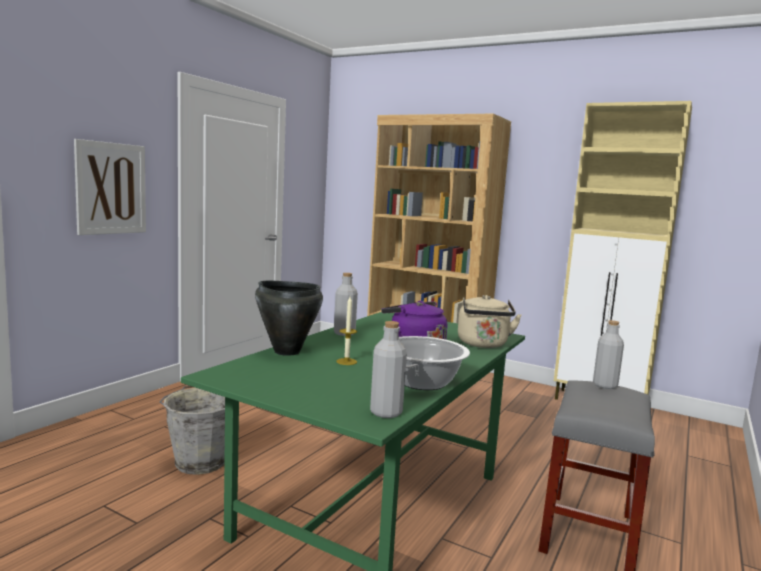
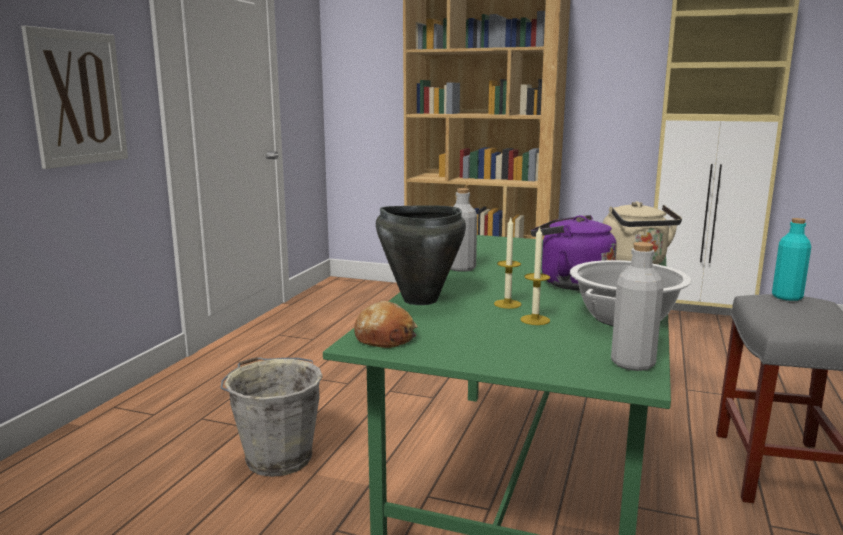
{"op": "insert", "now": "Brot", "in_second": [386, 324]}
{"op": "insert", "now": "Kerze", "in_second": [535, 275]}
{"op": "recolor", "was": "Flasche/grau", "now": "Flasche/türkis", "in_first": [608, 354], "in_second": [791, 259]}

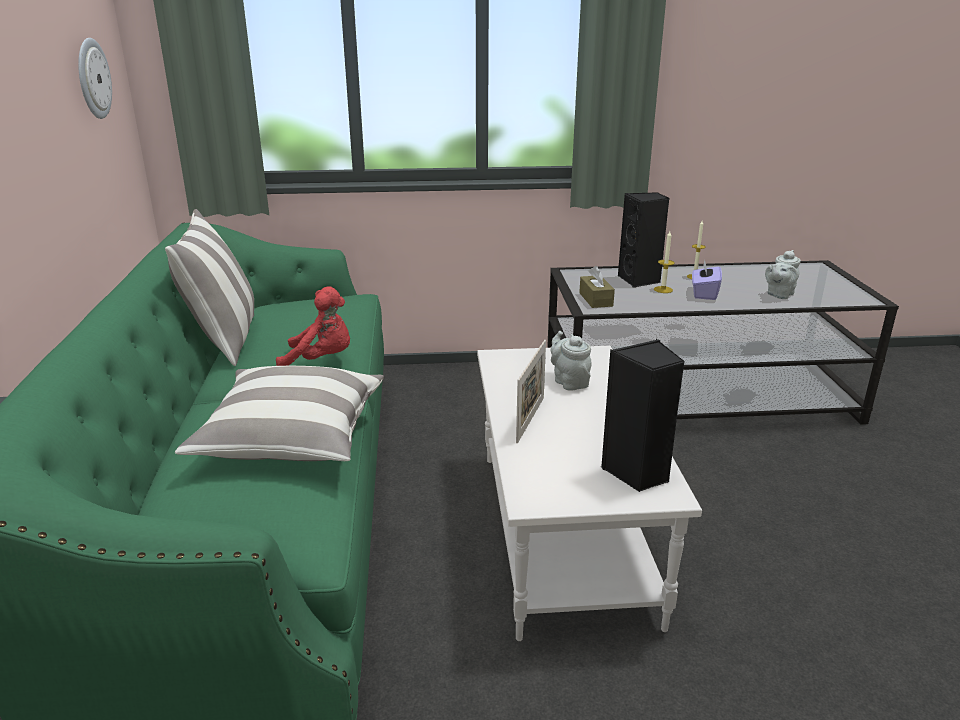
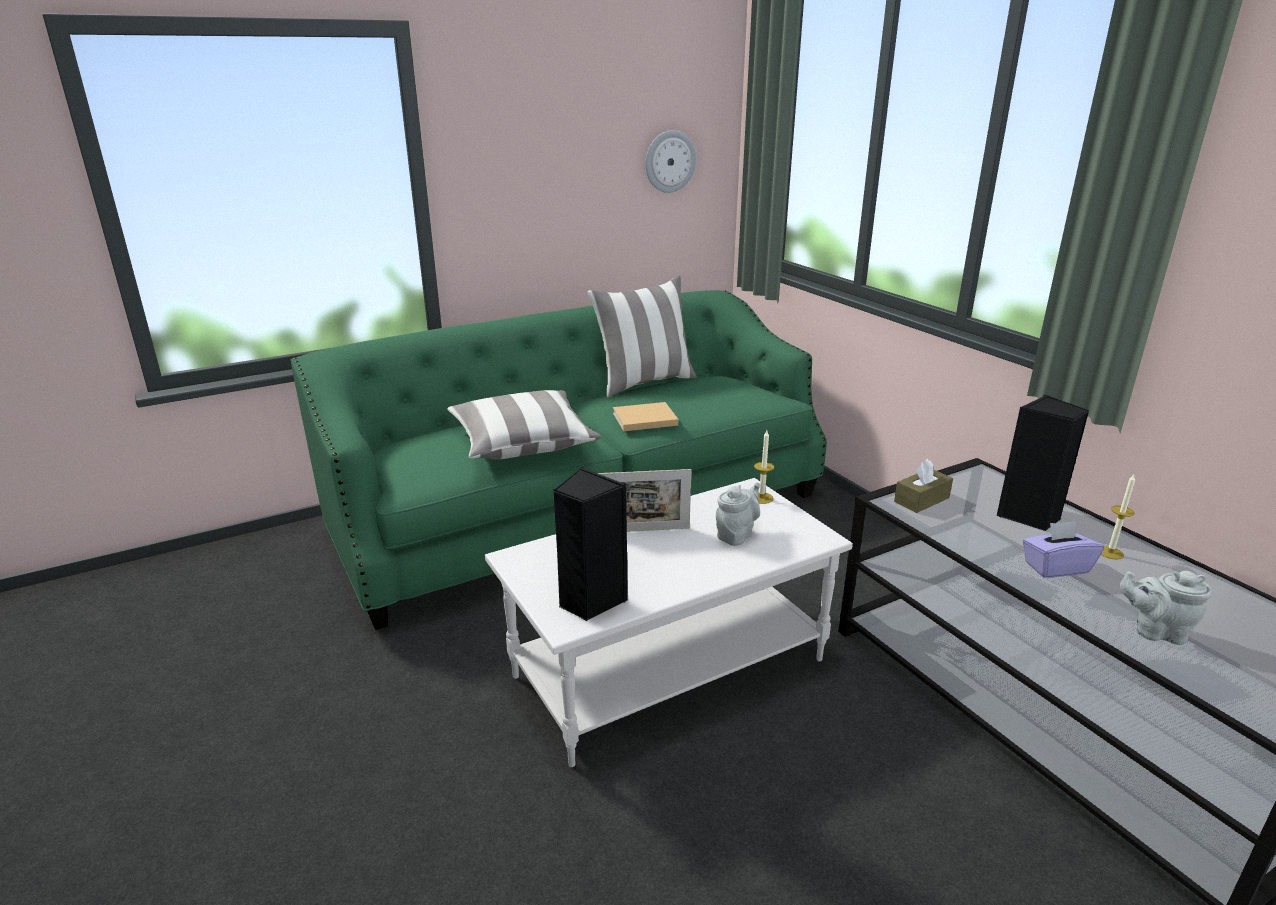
{"op": "move", "was": "Kerze", "in_first": [664, 262], "in_second": [764, 467]}
{"op": "replace", "was": "Plüschtier/rot", "now": "Buch/beige", "in_first": [313, 326], "in_second": [645, 416]}

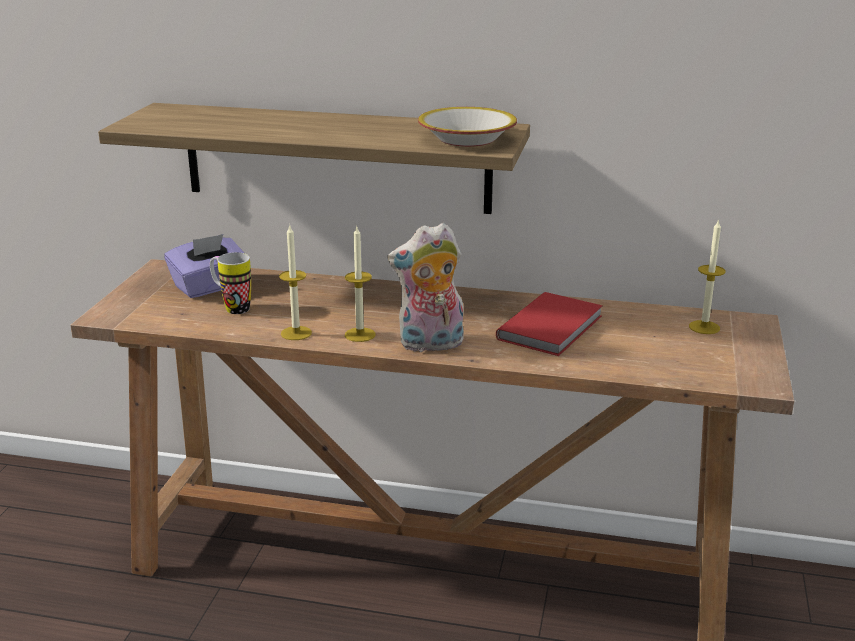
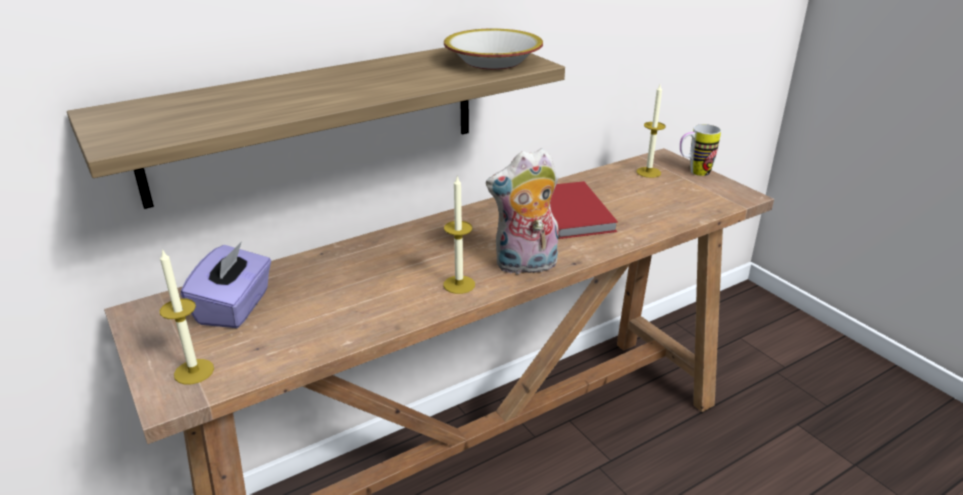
{"op": "move", "was": "Henkelbecher", "in_first": [230, 283], "in_second": [700, 150]}
{"op": "move", "was": "Kerze", "in_first": [295, 282], "in_second": [186, 317]}
{"op": "rotate", "was": "Plüschtier", "in_first": [425, 287], "in_second": [522, 211], "clockwise": 45}

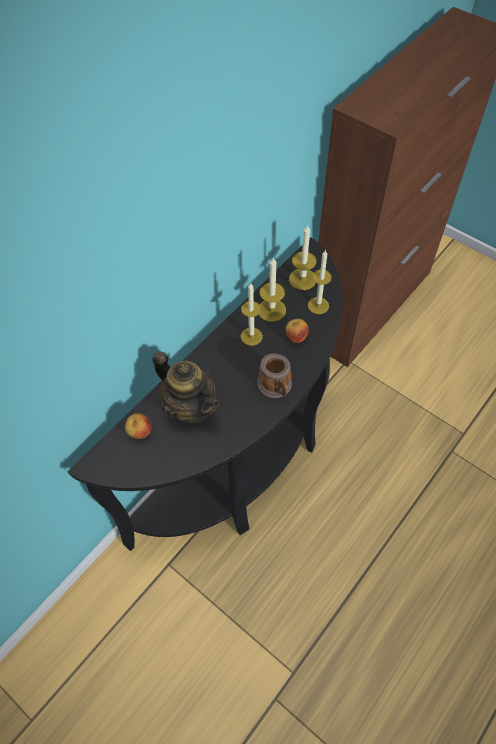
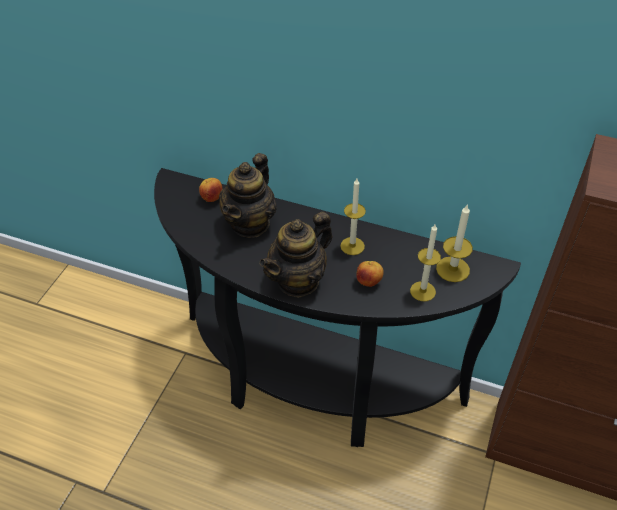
{"op": "delete", "was": "Kerze", "in_first": [272, 290]}
{"op": "replace", "was": "Henkelbecher", "now": "Teekanne", "in_first": [274, 375], "in_second": [296, 255]}

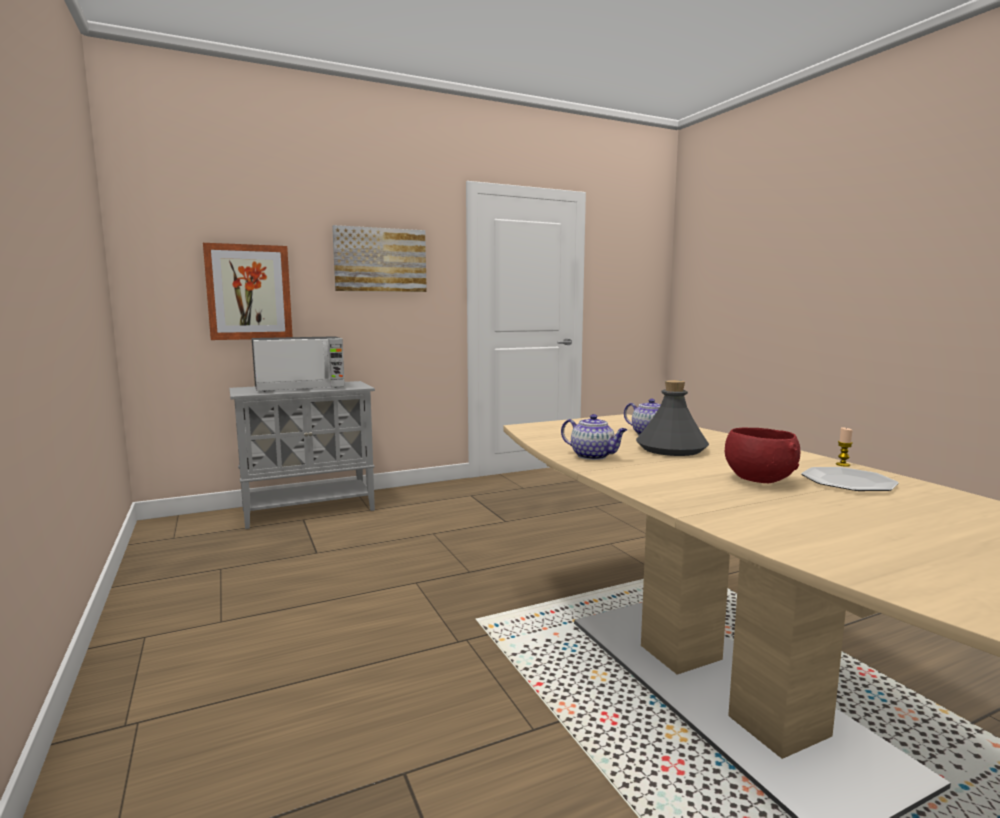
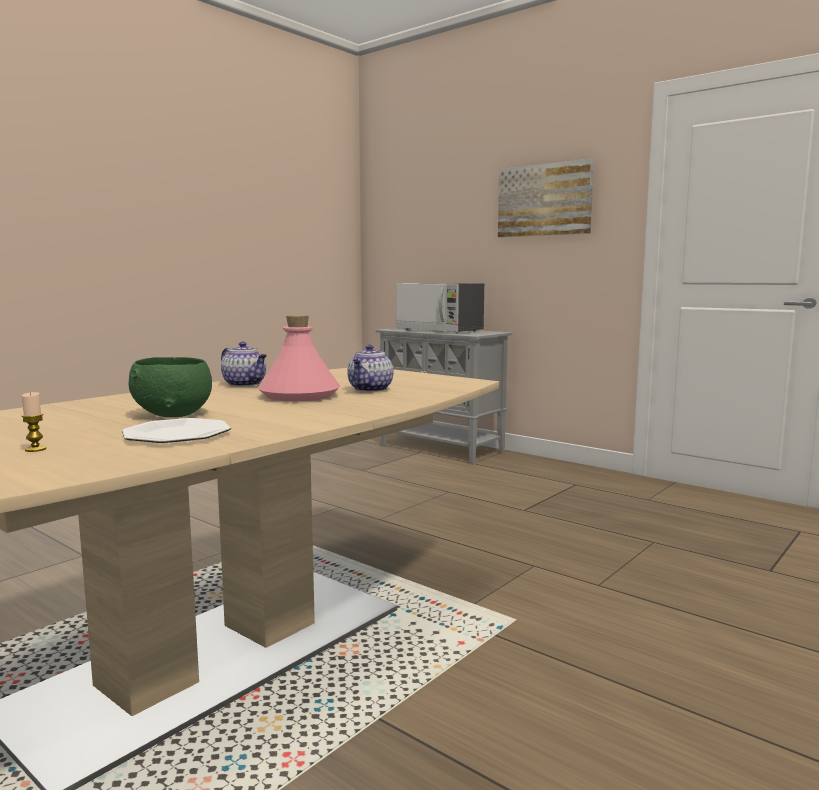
{"op": "delete", "was": "Bild", "in_first": [248, 291]}
{"op": "move", "was": "Kerze", "in_first": [844, 447], "in_second": [33, 422]}
{"op": "recolor", "was": "Flasche/grau", "now": "Flasche/rosa", "in_first": [672, 418], "in_second": [299, 358]}
{"op": "recolor", "was": "Schüssel/rot", "now": "Schüssel/grün", "in_first": [763, 455], "in_second": [170, 387]}
{"op": "rotate", "was": "Teekanne", "in_first": [594, 437], "in_second": [244, 364], "clockwise": -60}

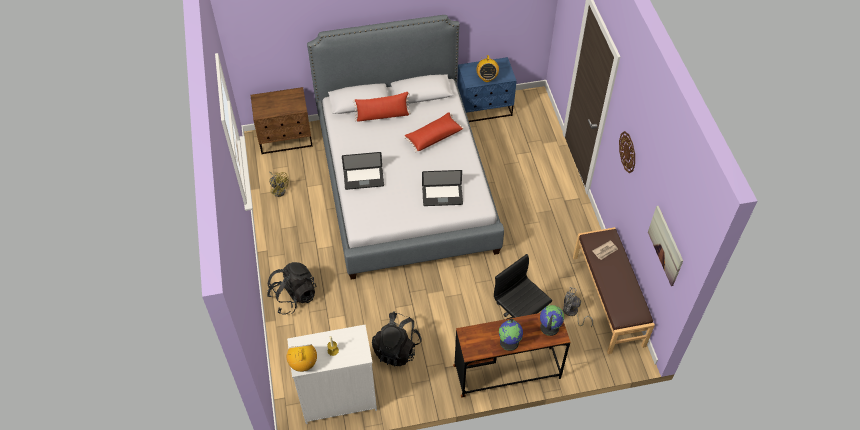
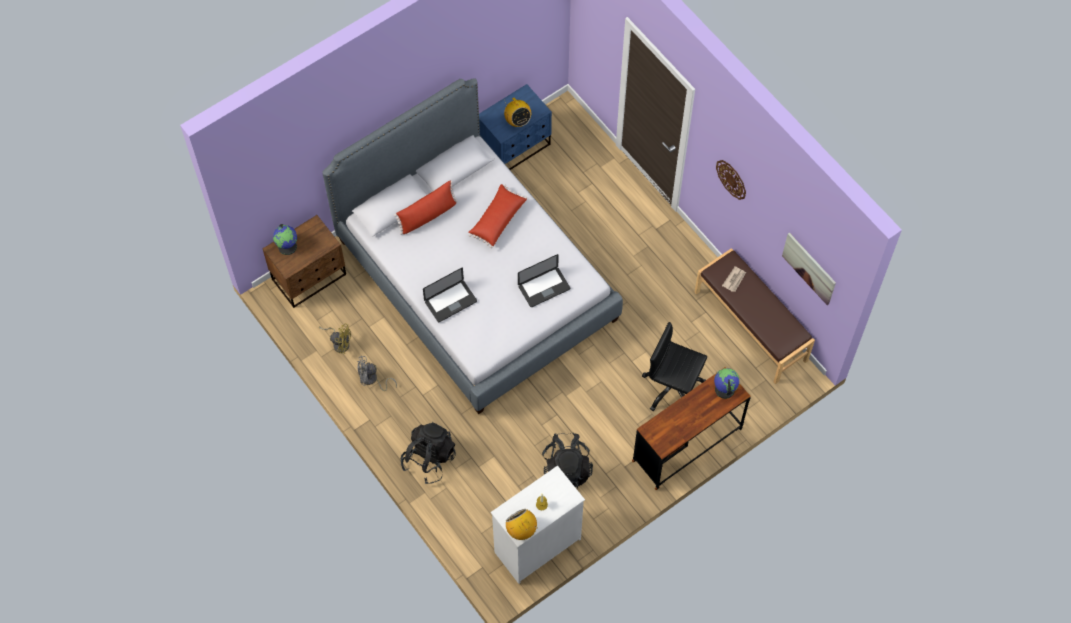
{"op": "move", "was": "Globus", "in_first": [511, 335], "in_second": [285, 239]}
{"op": "move", "was": "Ventilator/grau", "in_first": [578, 307], "in_second": [377, 373]}

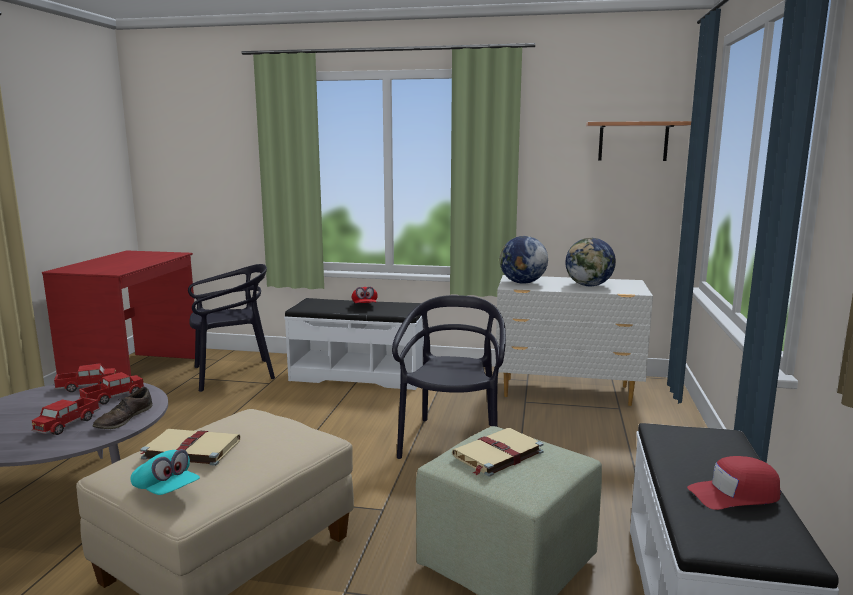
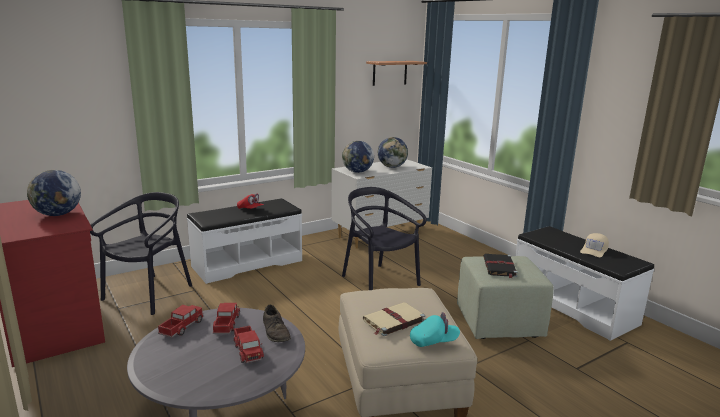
{"op": "insert", "now": "Globus", "in_second": [54, 193]}
{"op": "recolor", "was": "Buch/beige", "now": "Buch/schwarz", "in_first": [498, 452], "in_second": [500, 266]}
{"op": "recolor", "was": "Kappe/rot", "now": "Kappe/beige", "in_first": [734, 483], "in_second": [594, 245]}

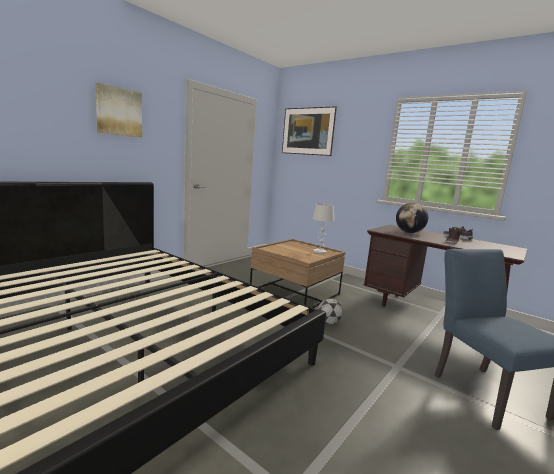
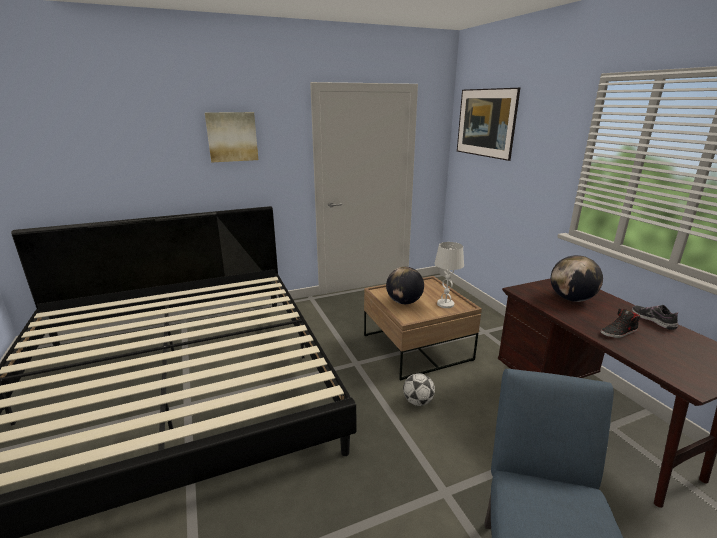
{"op": "insert", "now": "Globus", "in_second": [405, 285]}

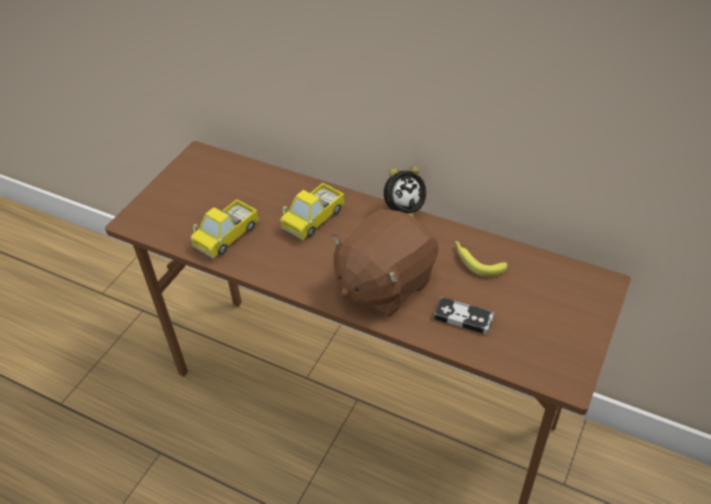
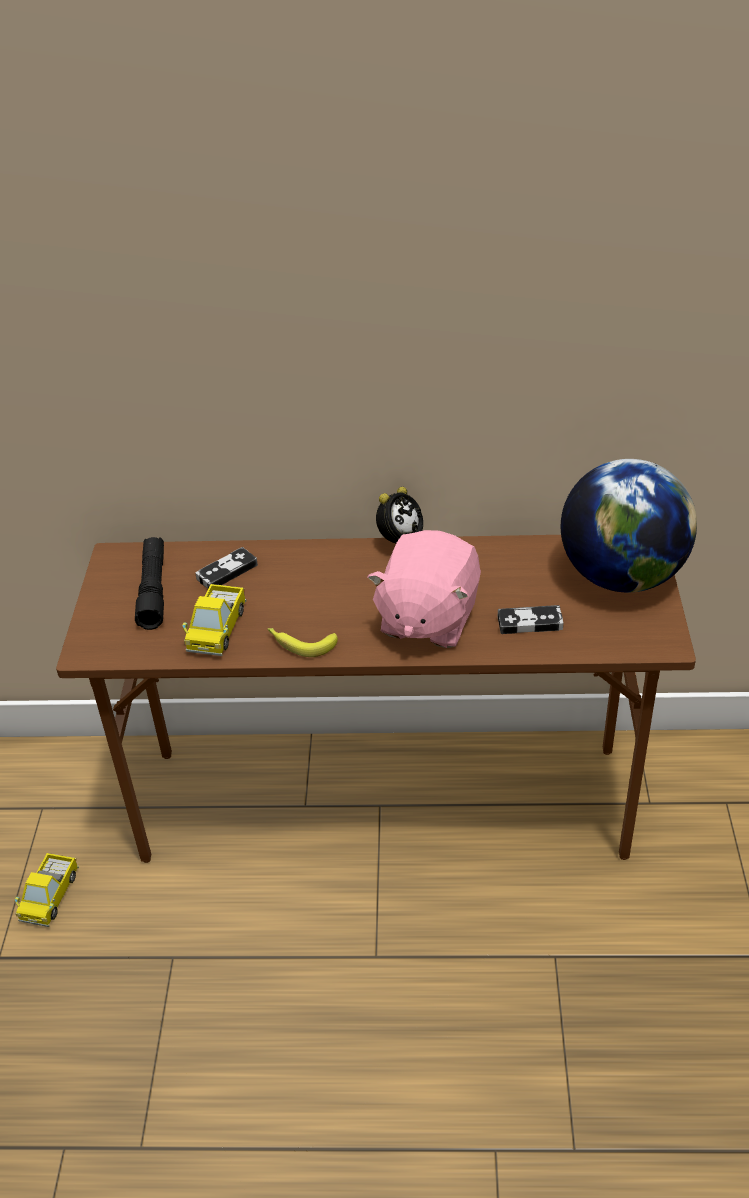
{"op": "insert", "now": "Taschenlampe/schwarz", "in_second": [149, 583]}
{"op": "insert", "now": "Gamepad", "in_second": [226, 568]}
{"op": "insert", "now": "Globus", "in_second": [629, 525]}
{"op": "move", "was": "Spielzeuglaster", "in_first": [312, 212], "in_second": [47, 890]}
{"op": "move", "was": "Banane", "in_first": [481, 259], "in_second": [302, 642]}
{"op": "recolor", "was": "Plüschtier/braun", "now": "Plüschtier/rosa", "in_first": [385, 263], "in_second": [424, 589]}

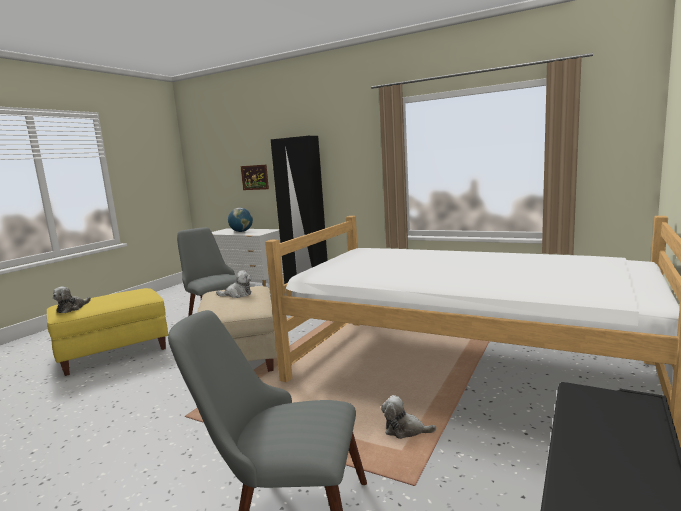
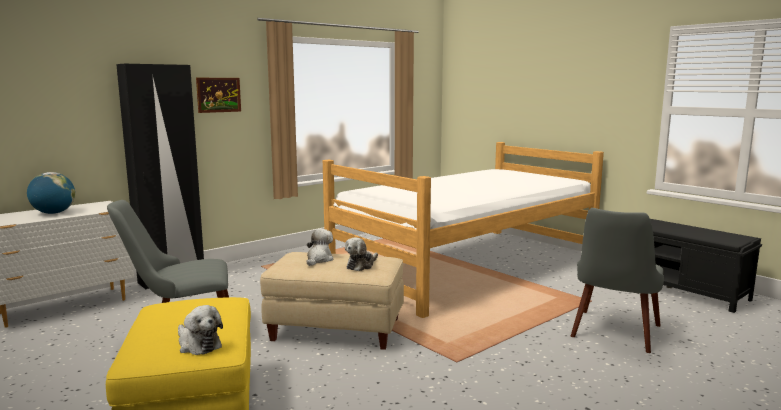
{"op": "move", "was": "Bild", "in_first": [255, 177], "in_second": [218, 95]}
{"op": "move", "was": "Plüschtier", "in_first": [409, 417], "in_second": [361, 254]}

